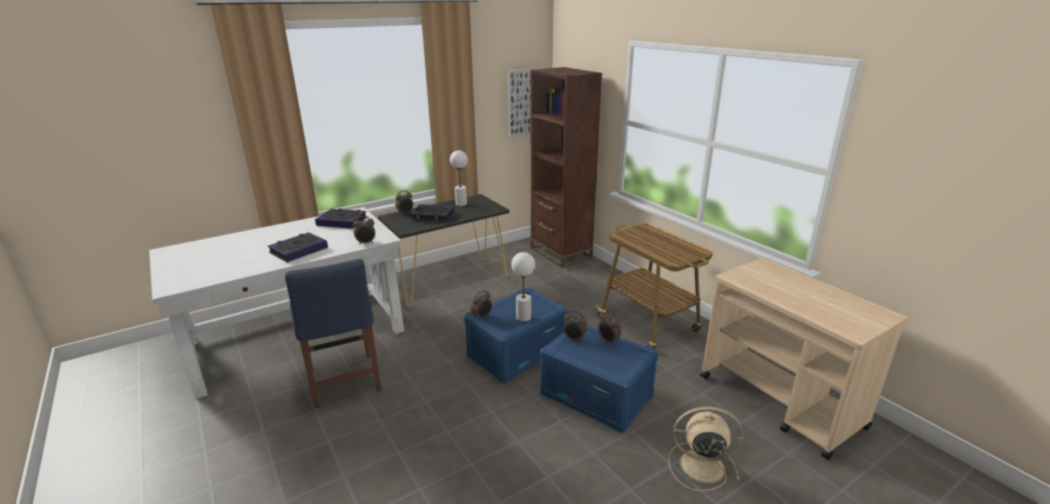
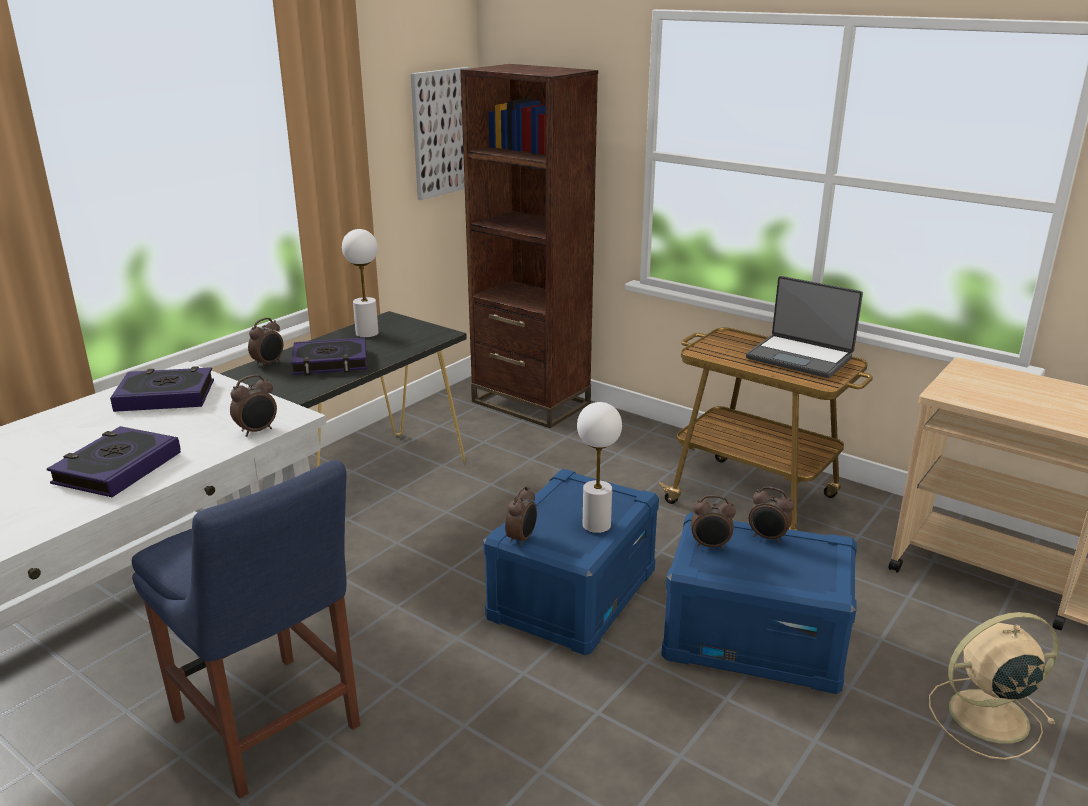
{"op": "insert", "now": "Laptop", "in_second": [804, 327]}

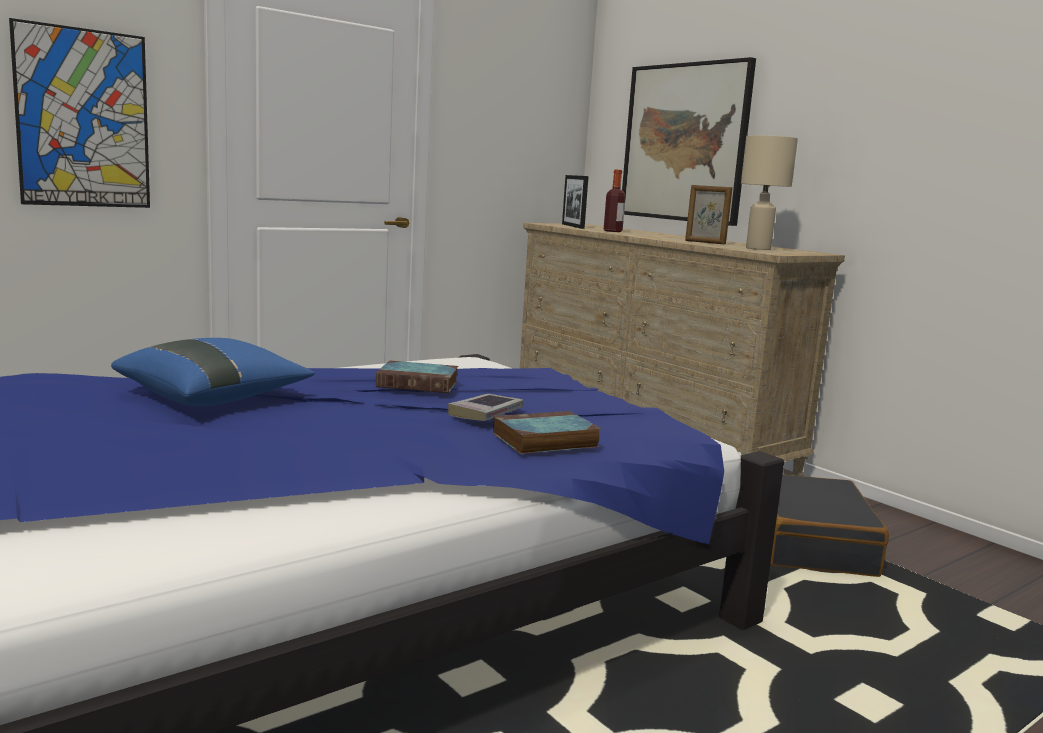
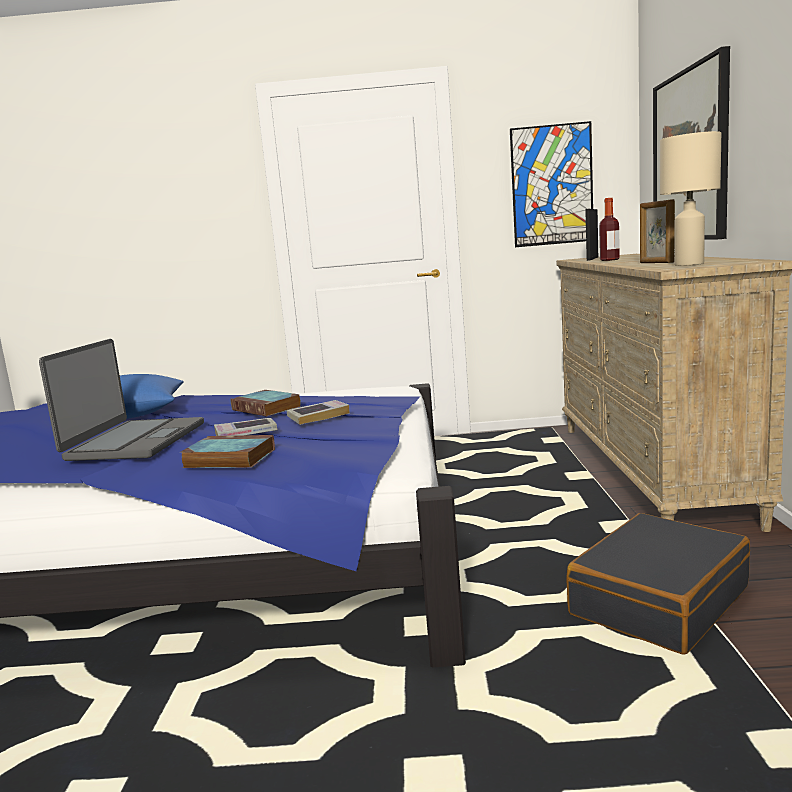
{"op": "insert", "now": "Laptop", "in_second": [121, 400]}
{"op": "insert", "now": "Buch", "in_second": [318, 412]}
{"op": "move", "was": "Bild", "in_first": [79, 113], "in_second": [551, 184]}

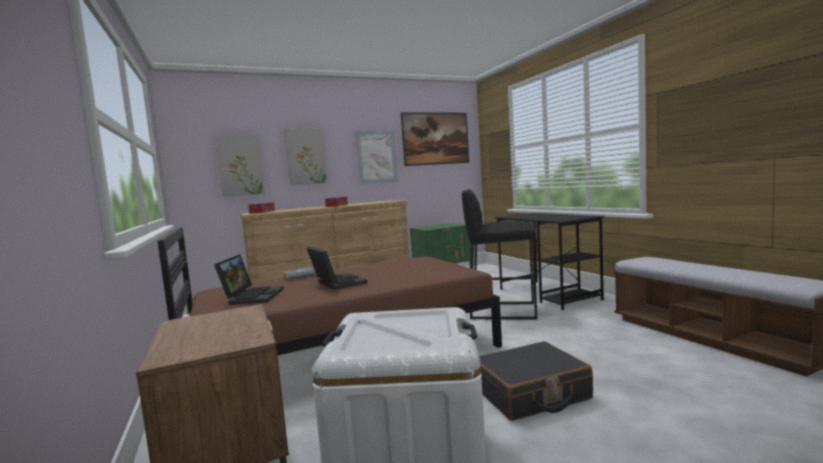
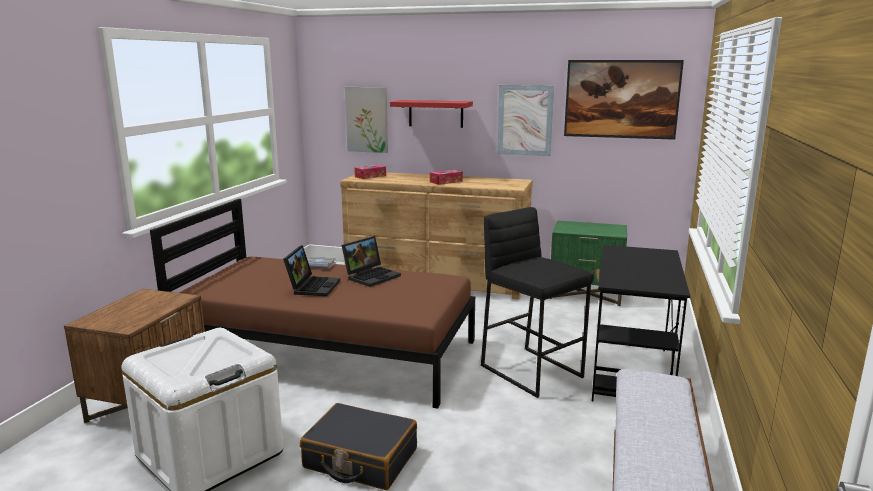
{"op": "move", "was": "Laptop", "in_first": [249, 279], "in_second": [371, 261]}
{"op": "replace", "was": "Bild", "now": "Wandregal/rot", "in_first": [306, 156], "in_second": [431, 114]}

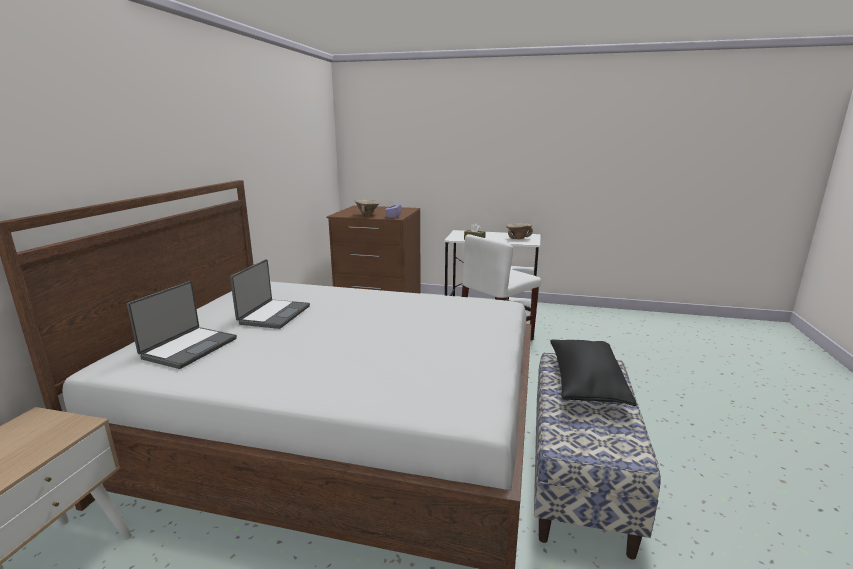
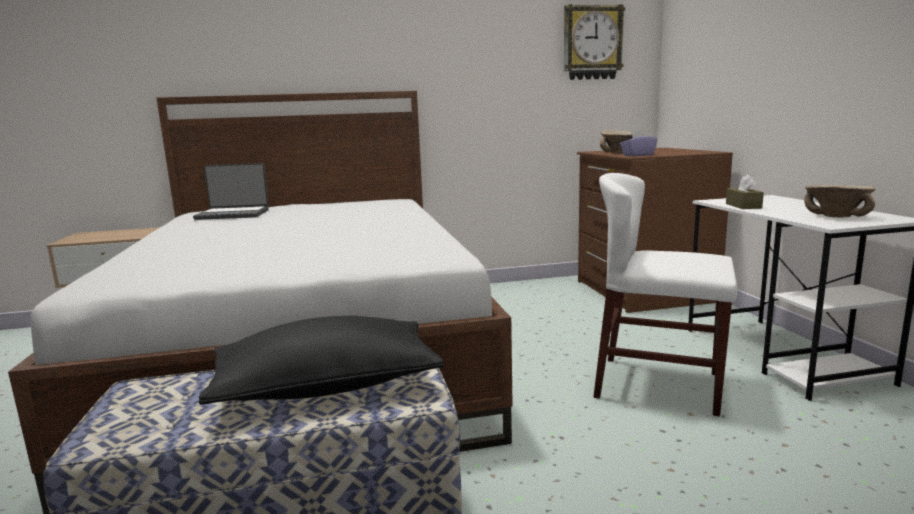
{"op": "delete", "was": "Laptop", "in_first": [270, 294]}
{"op": "insert", "now": "Wanduhr", "in_second": [594, 42]}

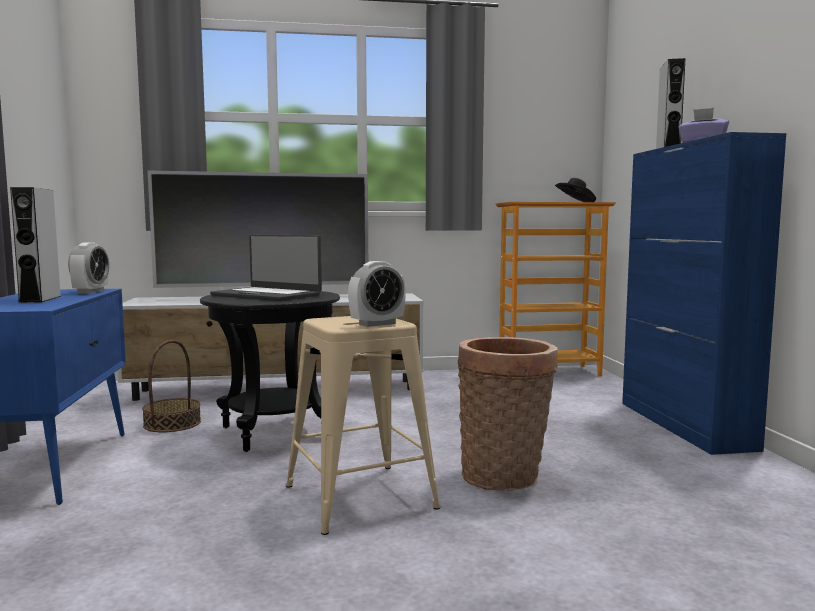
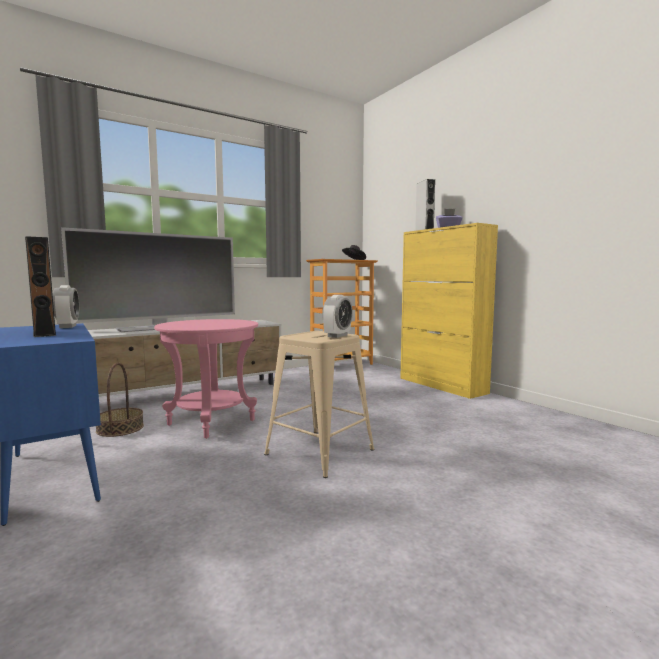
{"op": "delete", "was": "Laptop", "in_first": [266, 267]}
{"op": "delete", "was": "Korb", "in_first": [508, 414]}
{"op": "recolor", "was": "Lautsprecher/grau", "now": "Lautsprecher/braun", "in_first": [35, 245], "in_second": [40, 286]}
{"op": "recolor", "was": "Beistelltisch/schwarz", "now": "Beistelltisch/rosa", "in_first": [270, 371], "in_second": [206, 379]}
{"op": "recolor", "was": "Schrank/blau", "now": "Schrank/gelb", "in_first": [704, 293], "in_second": [449, 311]}

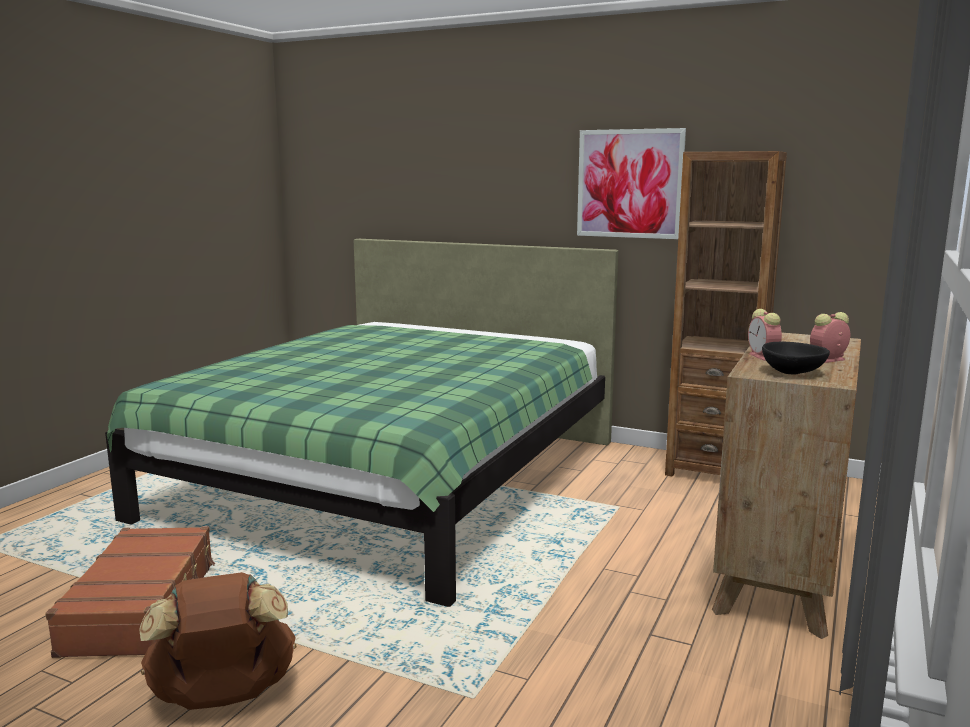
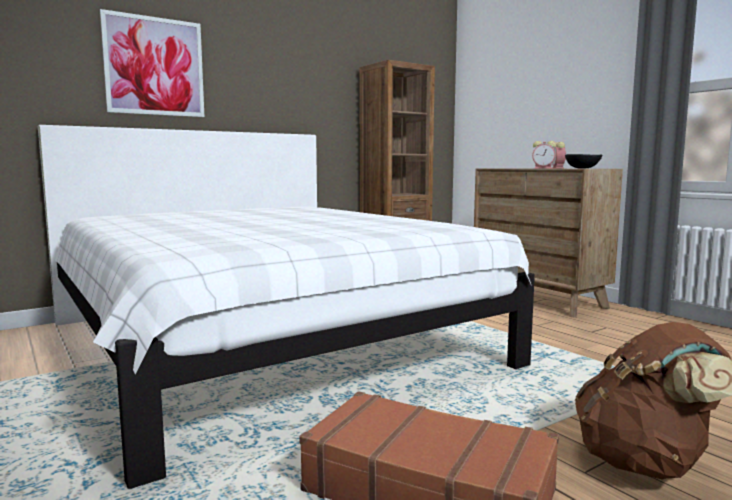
{"op": "move", "was": "Bild", "in_first": [631, 183], "in_second": [152, 63]}
{"op": "recolor", "was": "Bett/grün", "now": "Bett/weiß", "in_first": [361, 423], "in_second": [286, 307]}

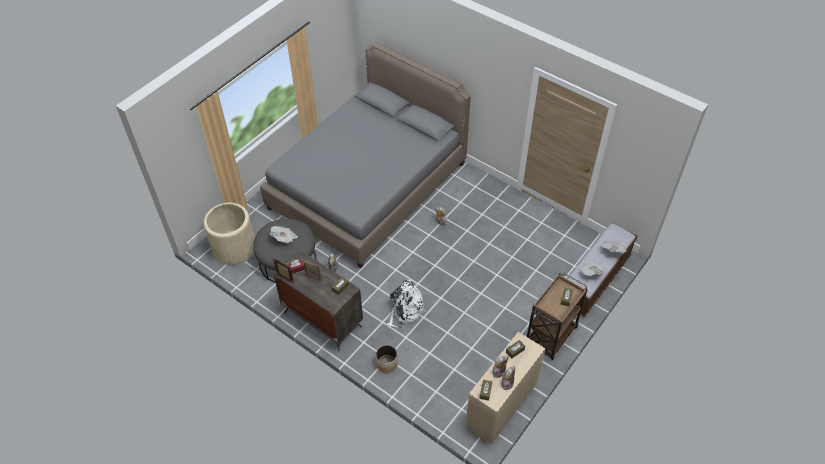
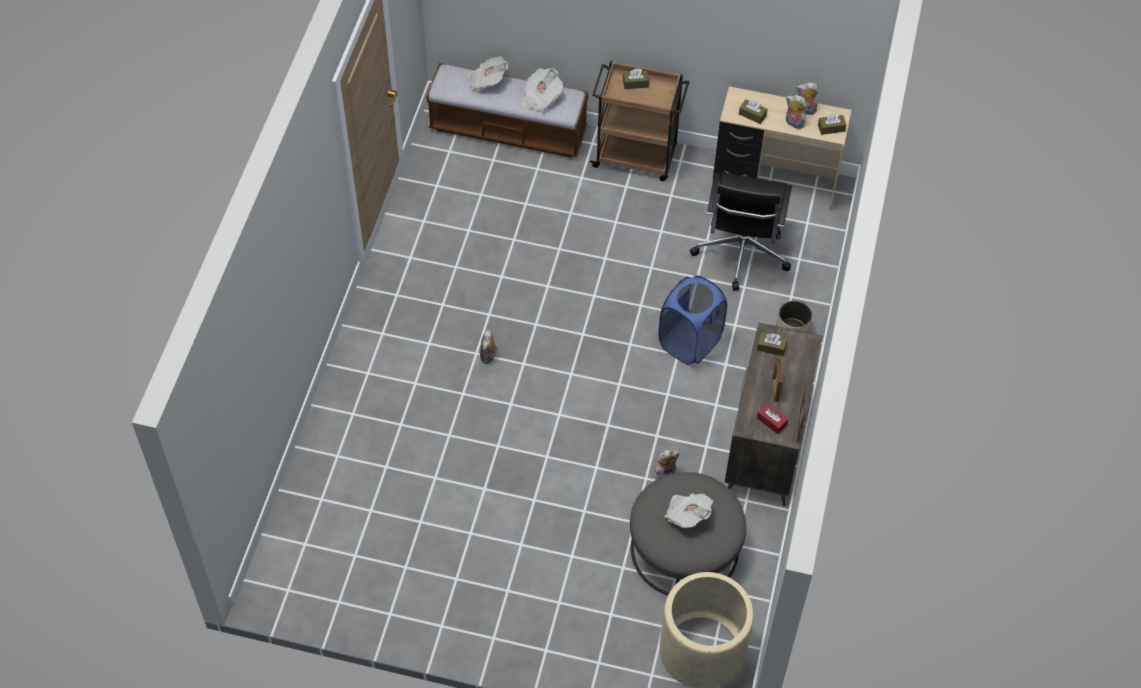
{"op": "delete", "was": "Bett/grau", "in_first": [365, 155]}
{"op": "insert", "now": "Bürostuhl/schwarz", "in_second": [741, 232]}
{"op": "replace", "was": "Rucksack/weiß", "now": "Wäschekorb/blau", "in_first": [406, 303], "in_second": [692, 320]}

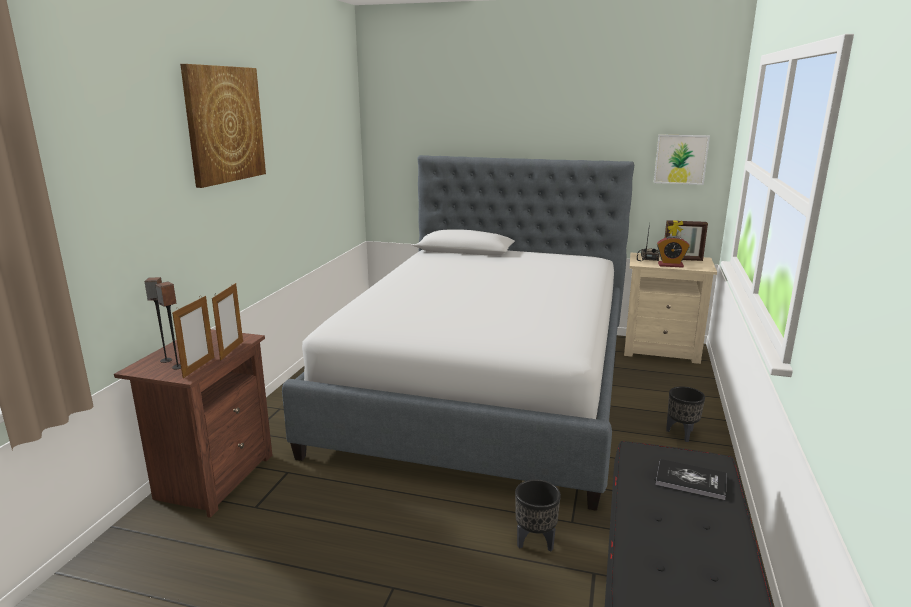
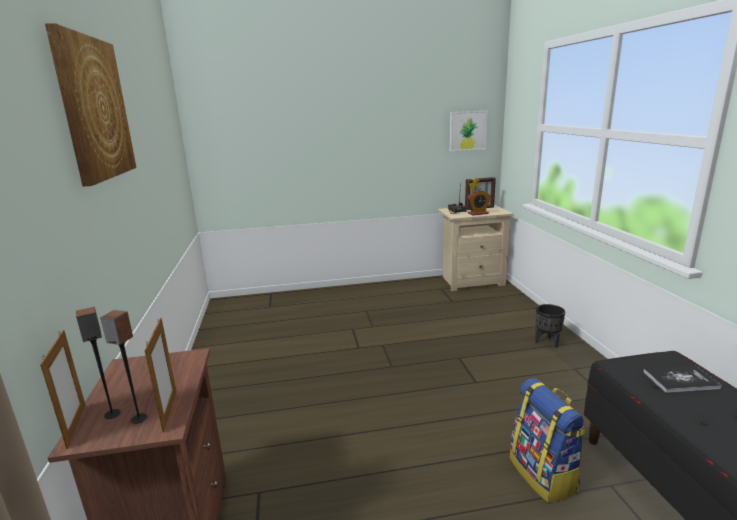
{"op": "delete", "was": "Bett", "in_first": [458, 333]}
{"op": "move", "was": "Bilderrahmen", "in_first": [227, 321], "in_second": [63, 389]}
{"op": "replace", "was": "Pflanzkübel/schwarz", "now": "Rucksack", "in_first": [538, 515], "in_second": [548, 440]}

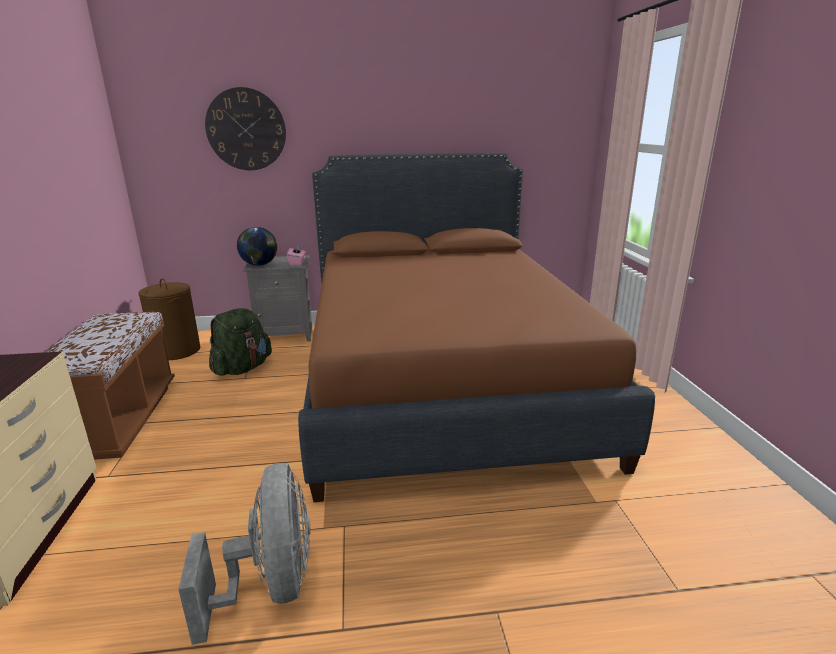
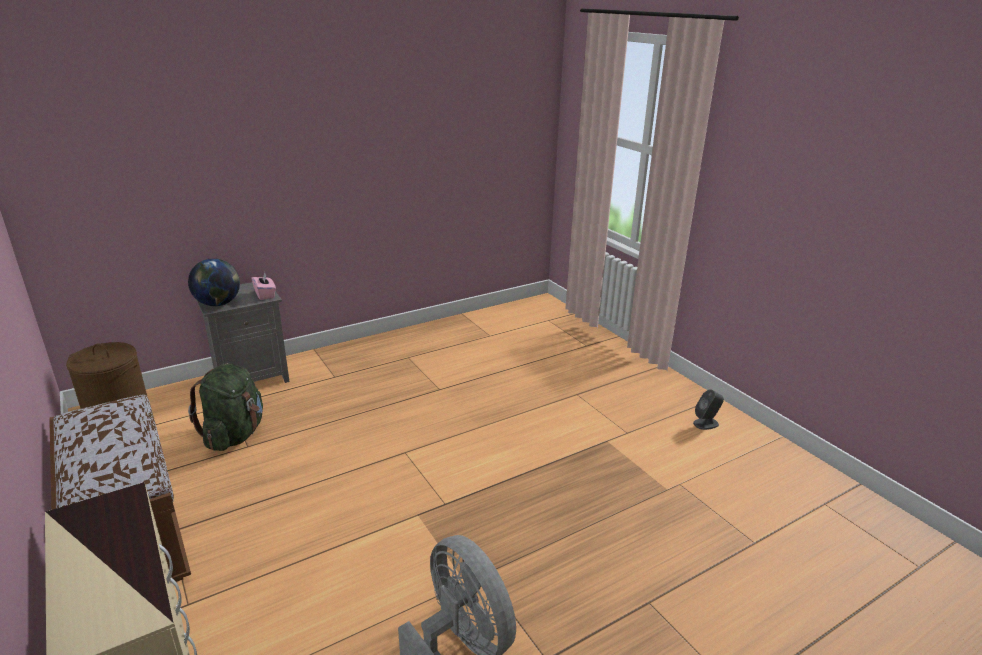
{"op": "delete", "was": "Wanduhr", "in_first": [245, 128]}
{"op": "delete", "was": "Bett/braun", "in_first": [476, 327]}
{"op": "insert", "now": "Lautsprecher/grau", "in_second": [708, 410]}

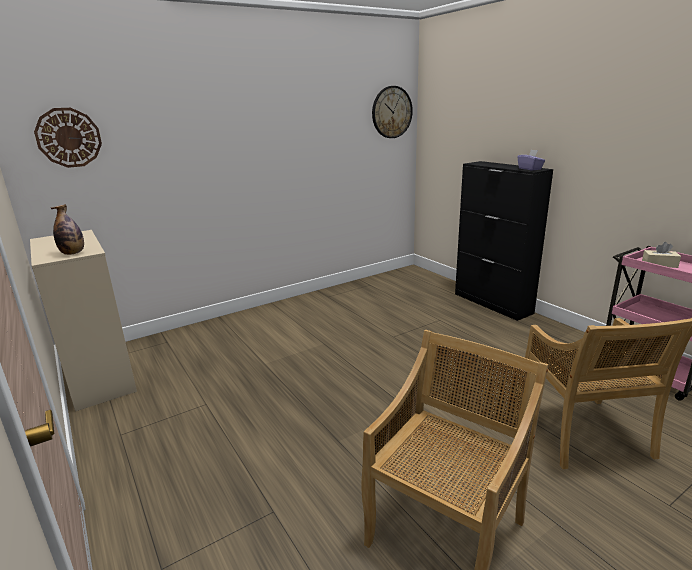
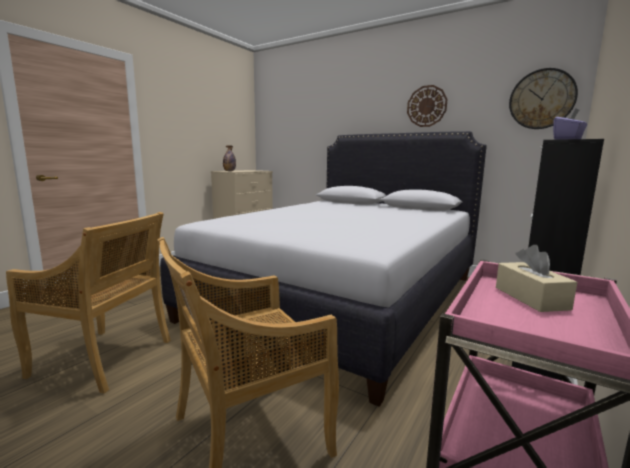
{"op": "insert", "now": "Bett/weiß", "in_second": [323, 269]}
{"op": "move", "was": "Wanduhr", "in_first": [68, 138], "in_second": [427, 106]}

